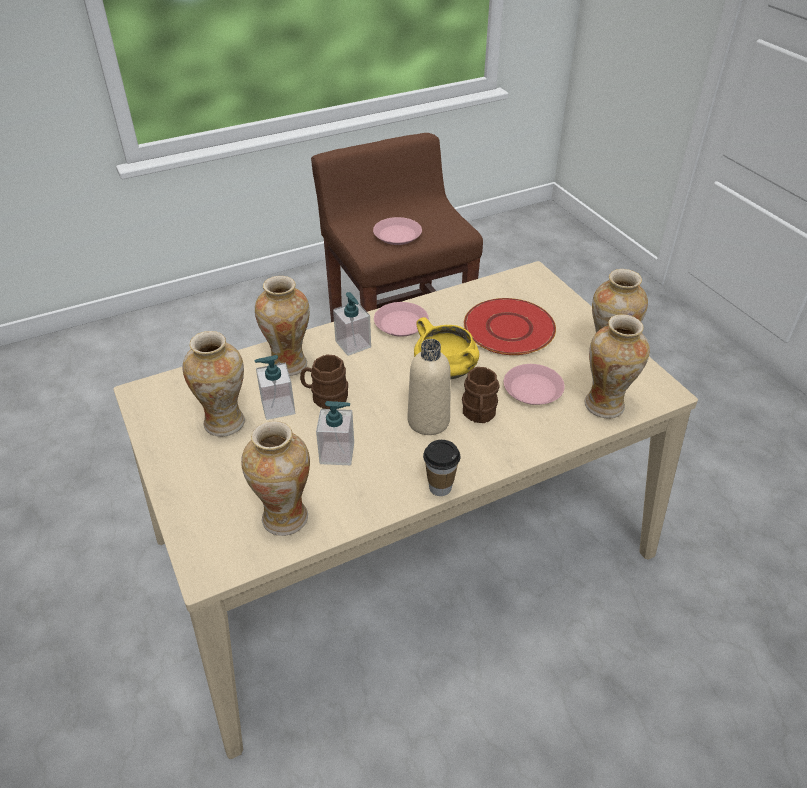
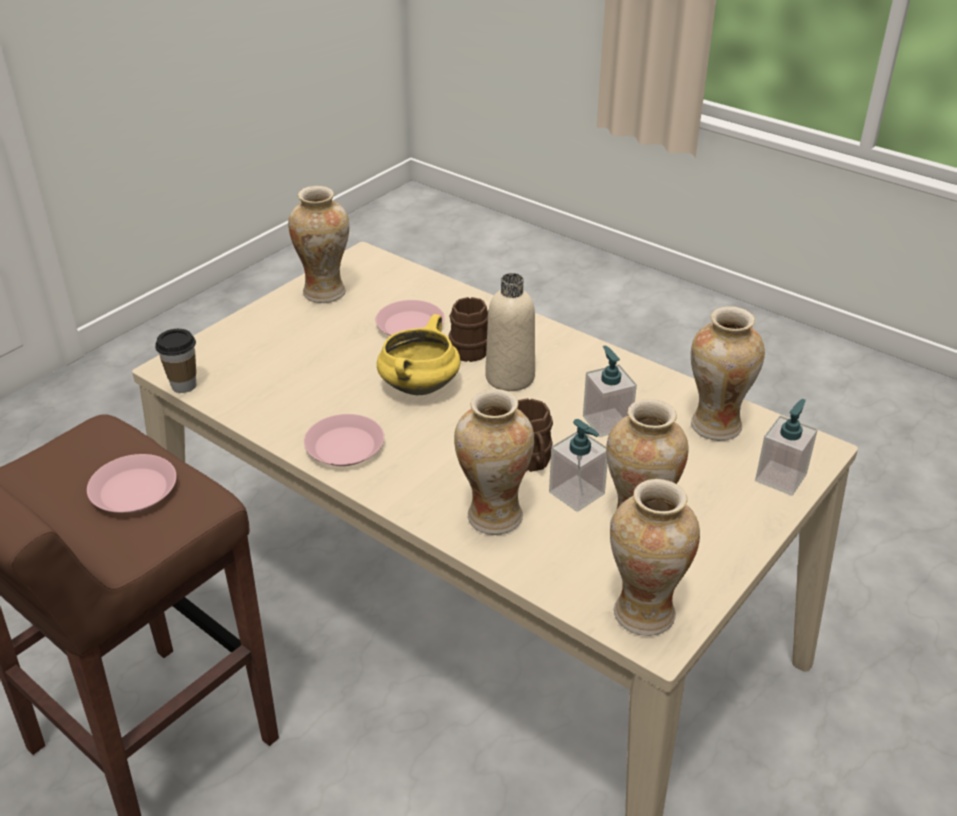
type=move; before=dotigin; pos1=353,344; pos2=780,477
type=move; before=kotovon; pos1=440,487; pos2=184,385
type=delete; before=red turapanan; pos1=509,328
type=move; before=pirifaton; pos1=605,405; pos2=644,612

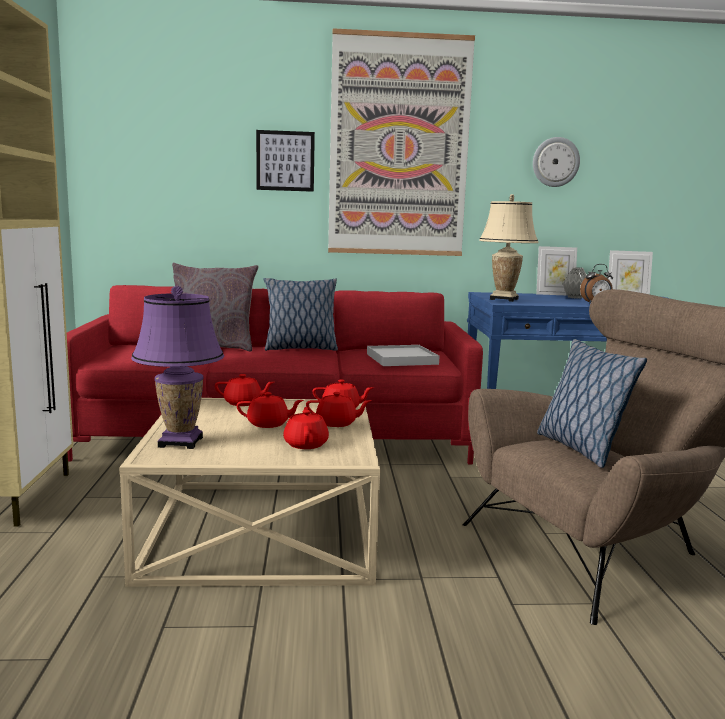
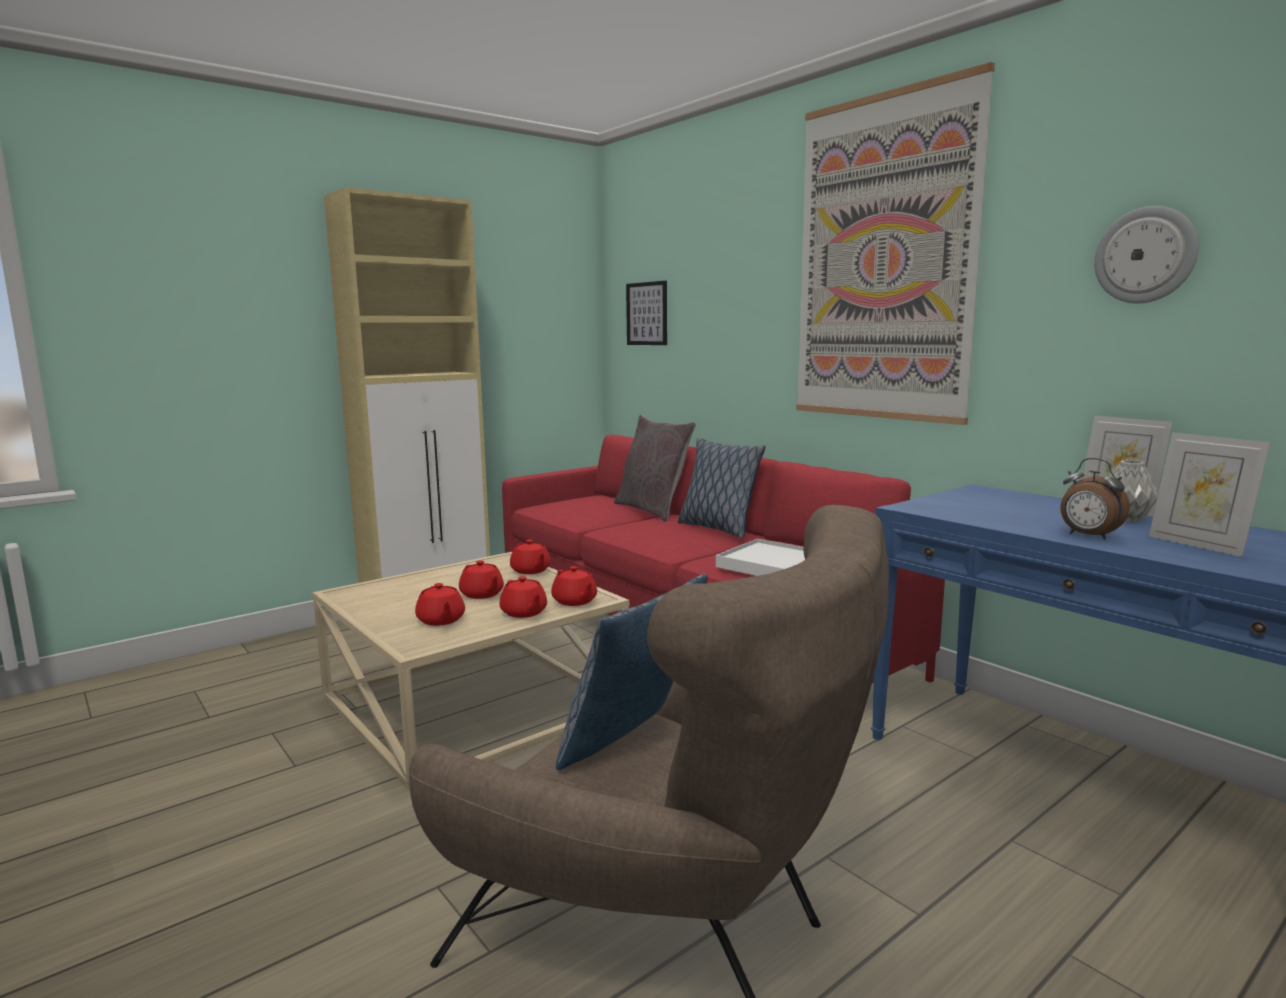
type=delete; before=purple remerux; pos1=181,442
type=move; before=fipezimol; pos1=285,161; pos2=647,313
type=rotate; before=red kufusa; pos1=306,444; pos2=441,620; turn=105
type=delete; before=beige remerux; pos1=504,299

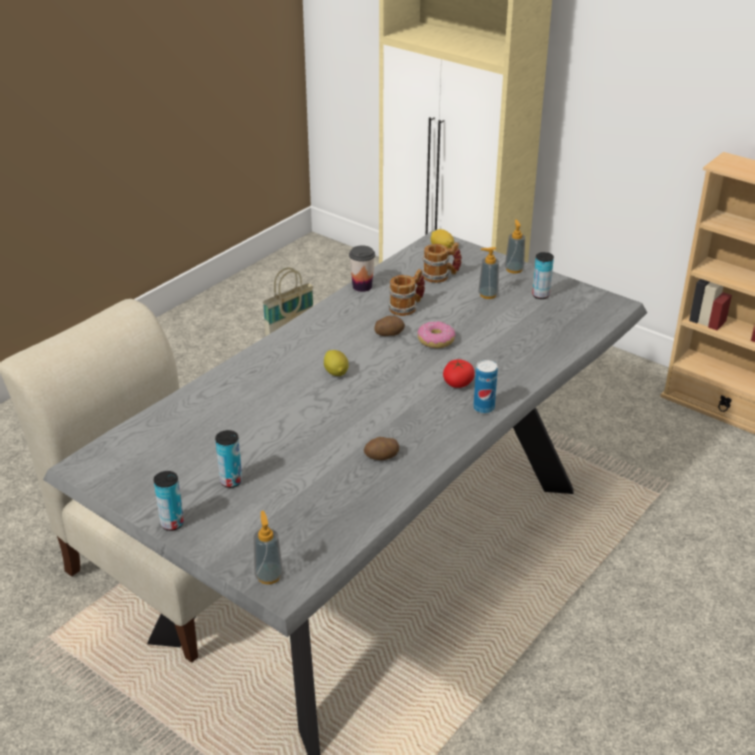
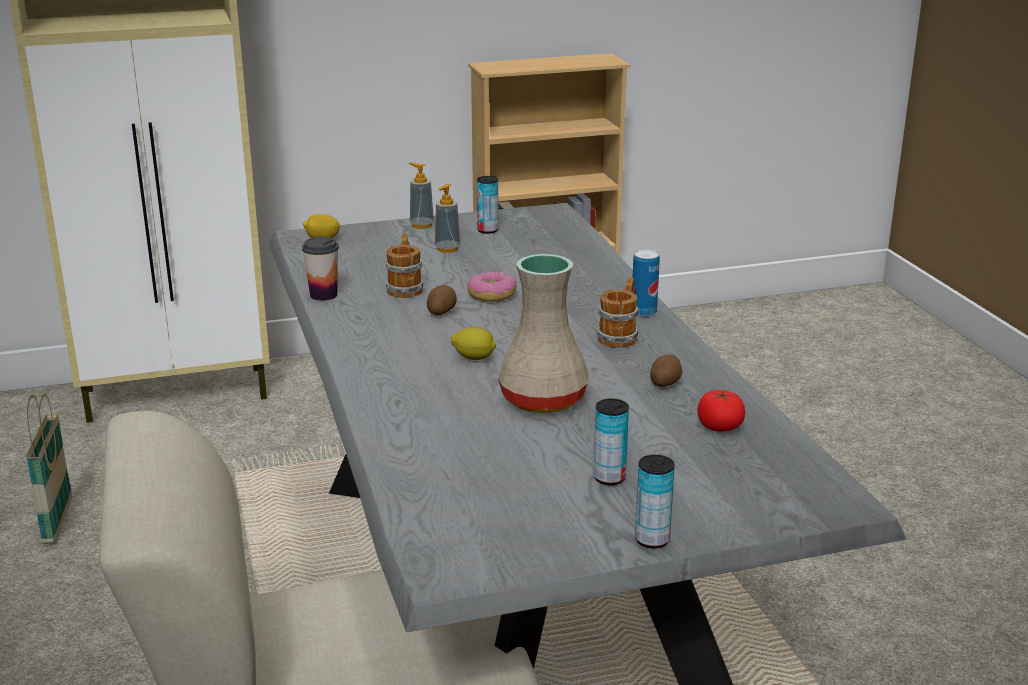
type=delete; before=dotigin; pos1=269,575
type=move; before=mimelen; pos1=441,276; pos2=620,336
type=move; before=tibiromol; pos1=458,383; pos2=719,426
type=insert; after=beige pirifaton; pos2=545,399

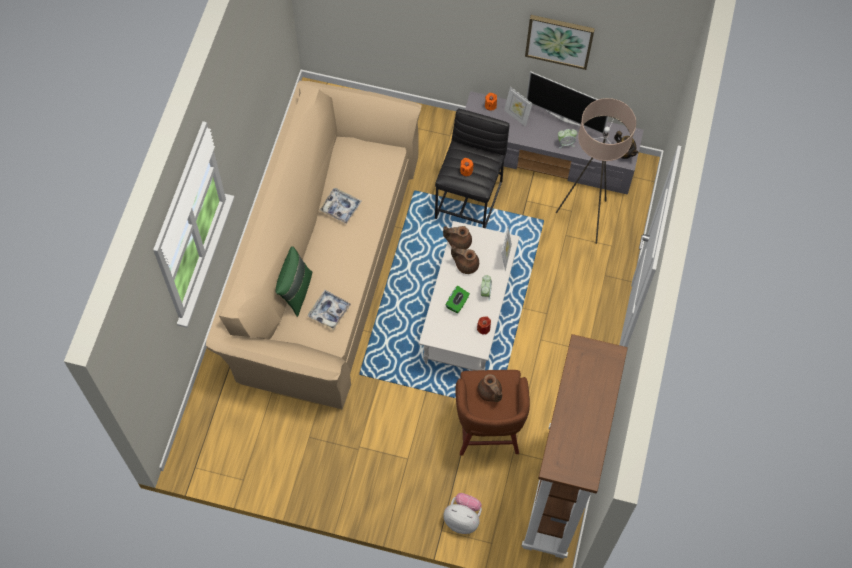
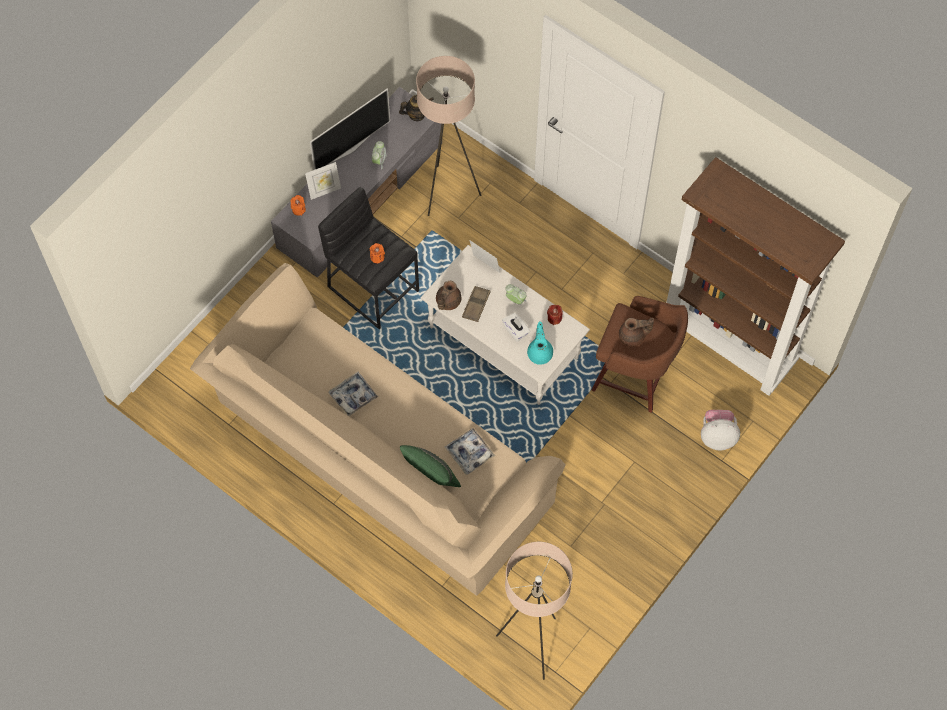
type=rotate; before=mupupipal; pos1=462,518; pos2=717,436; turn=45
type=recolor; before=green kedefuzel; after=white kedefuzel; pos1=457,303; pos2=516,331
type=replace; before=brown kufusa; after=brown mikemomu; pos1=466,264; pos2=476,305
type=delete; before=fipezimol; pos1=559,40
type=insert; after=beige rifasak; pos2=531,644
type=insert; after=turquoise kufusa; pos2=540,352

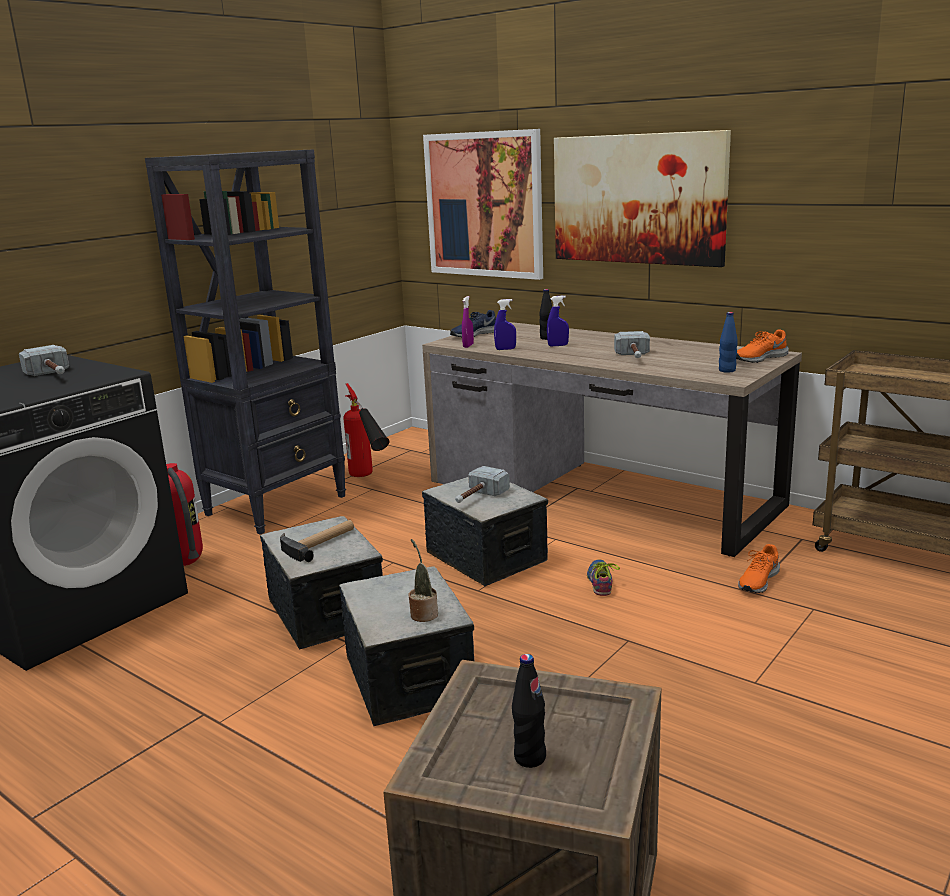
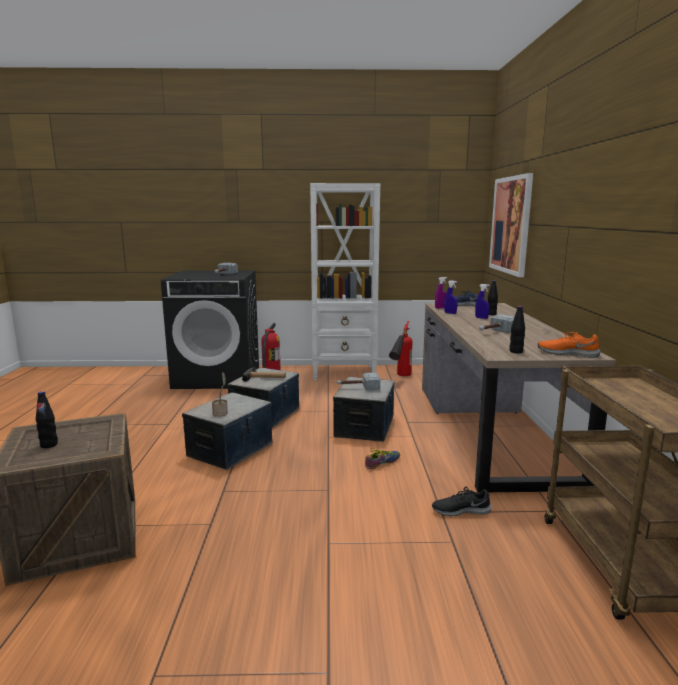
type=recolor; before=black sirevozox; after=white sirevozox; pos1=277,505; pos2=344,373
type=delete; before=fipezimol; pos1=637,199
type=recolor; before=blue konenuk; after=black konenuk; pos1=727,370; pos2=516,351
type=recolor; before=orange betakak; after=black betakak; pos1=758,580; pos2=460,510

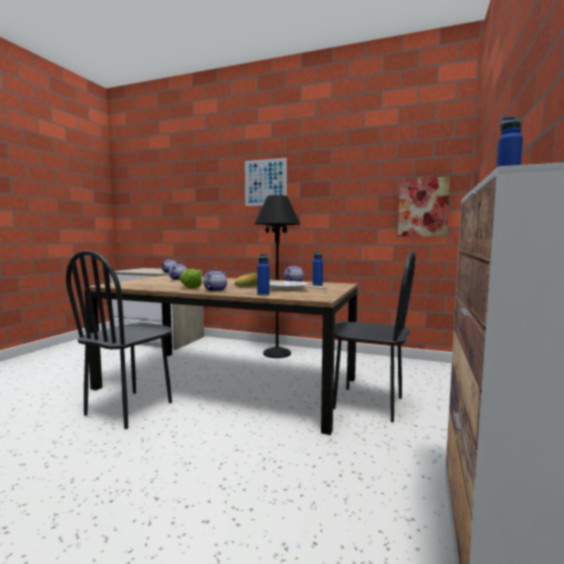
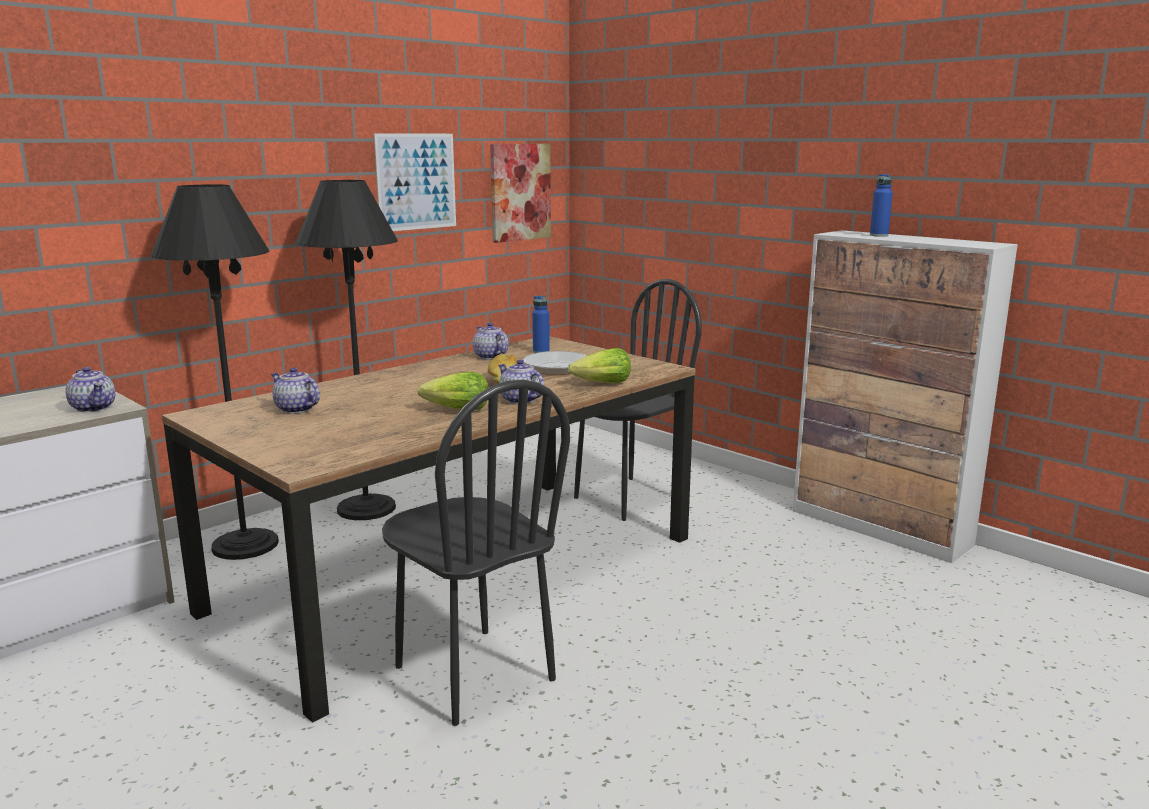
type=move; before=fipezimol; pos1=265,182; pos2=416,181
type=replace; before=blue konenuk; after=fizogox; pos1=263,294; pos2=603,384
type=insert; after=black rifasak; pos2=245,545

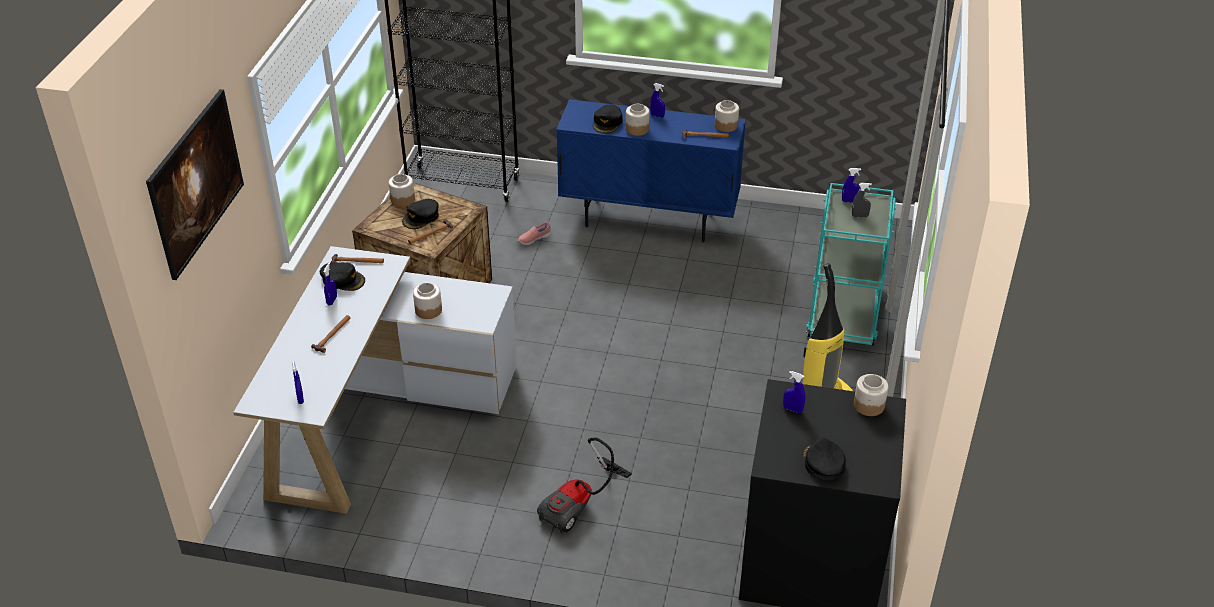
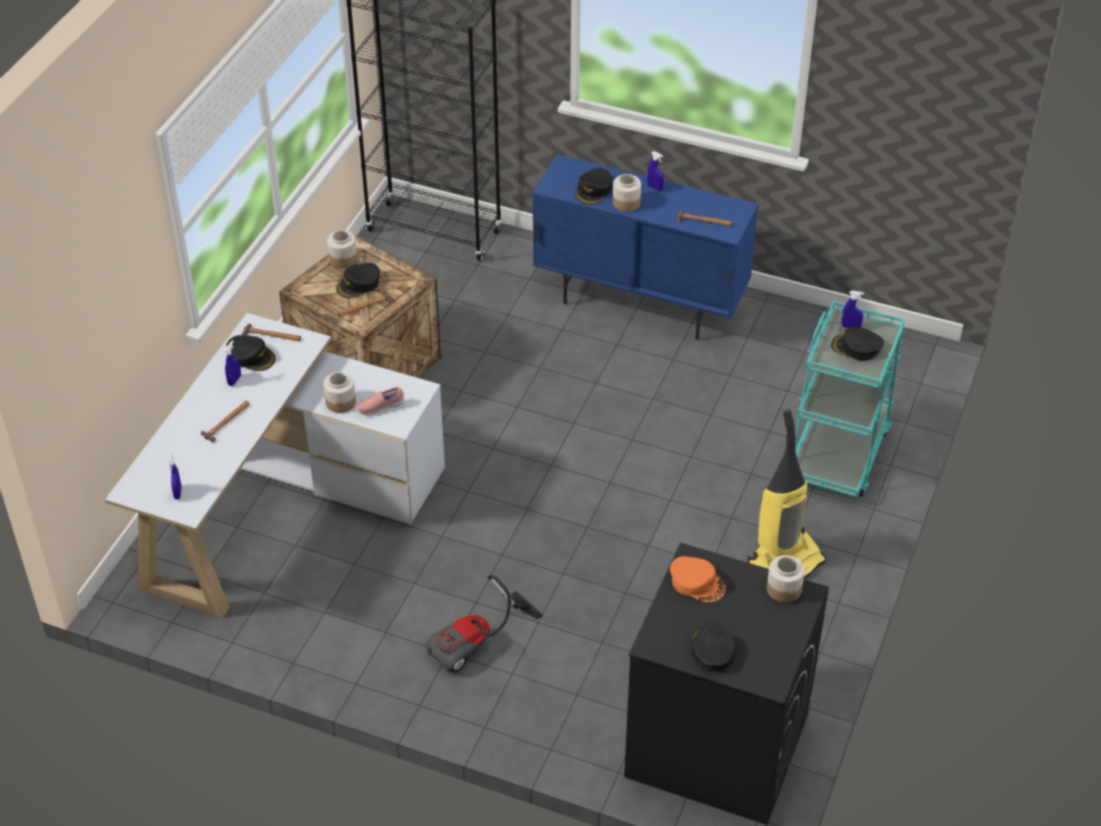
type=delete; before=fipezimol; pos1=202,206
type=move; before=pink betakak; pos1=534,239; pos2=380,407
type=delete; before=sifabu; pos1=726,125
type=replace; before=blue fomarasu; after=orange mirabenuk; pos1=792,409; pos2=697,582
type=replace; before=grey fomarasu; after=black mirabenuk; pos1=859,216; pos2=856,348

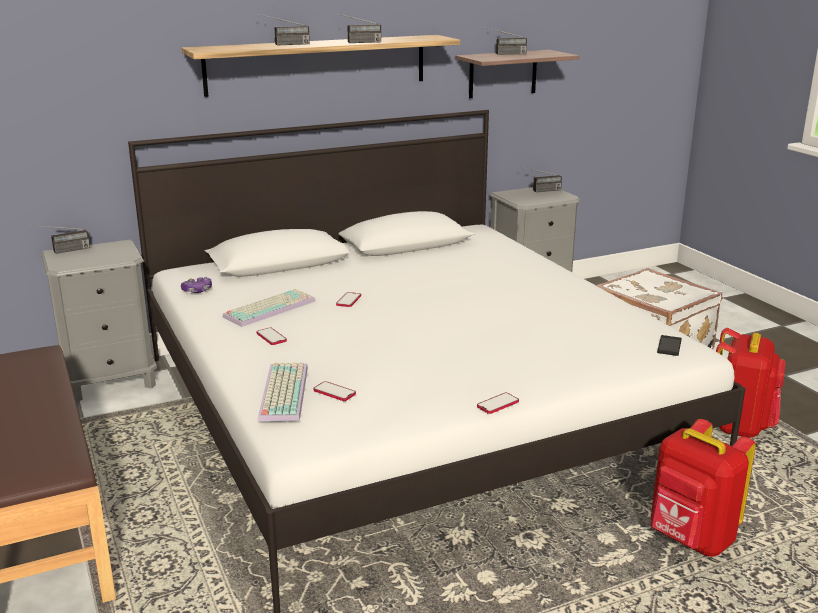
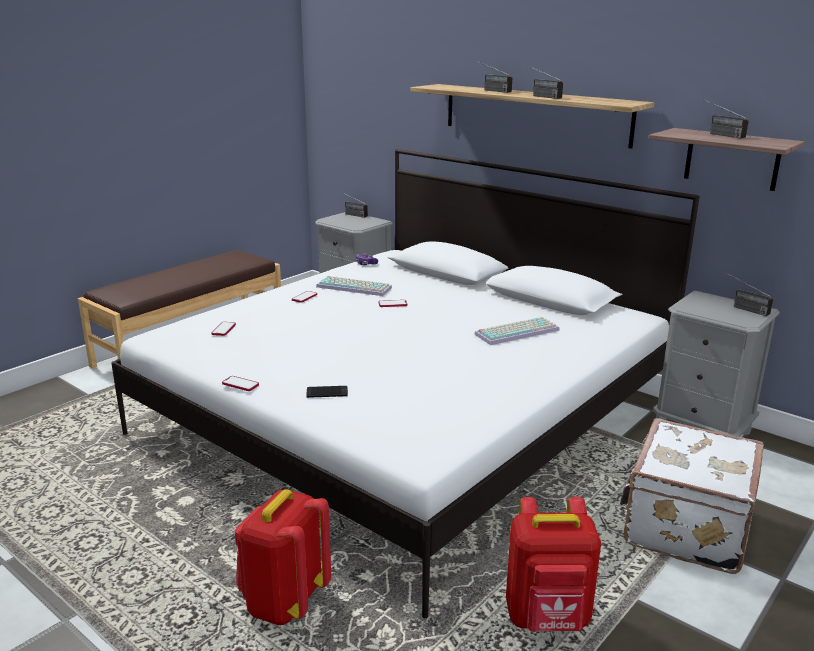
type=move; before=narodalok; pos1=282,392; pos2=517,331
type=move; before=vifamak; pos1=669,346; pos2=327,392

